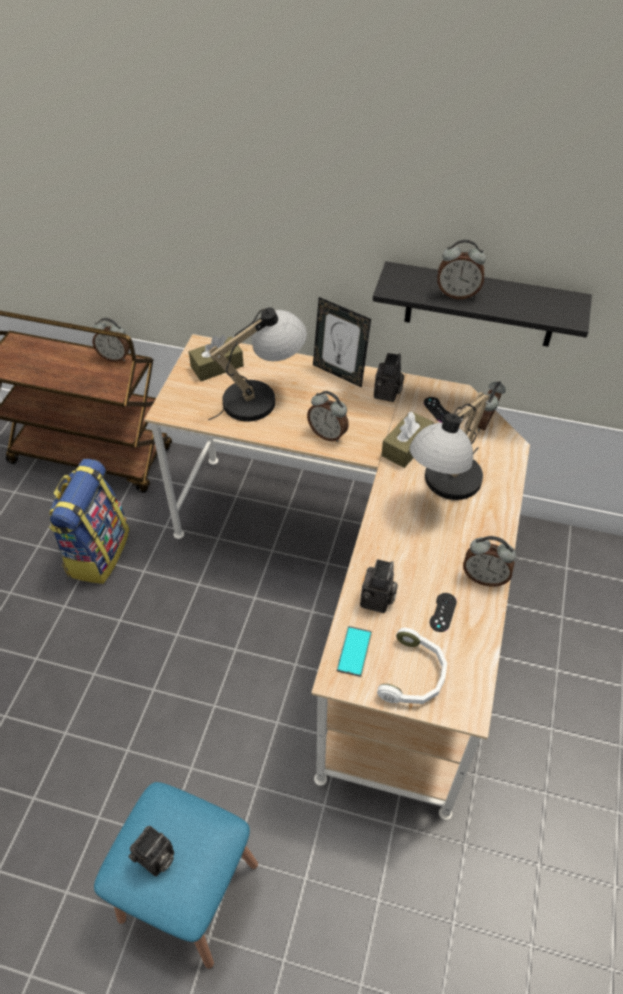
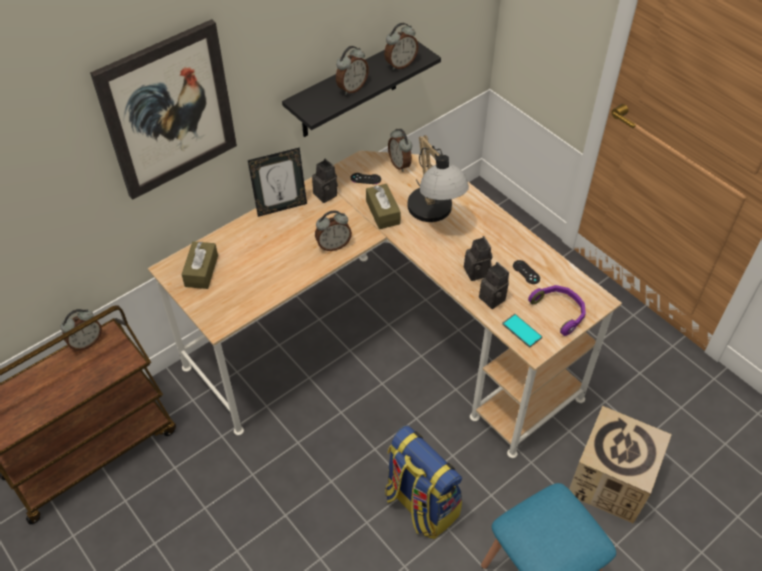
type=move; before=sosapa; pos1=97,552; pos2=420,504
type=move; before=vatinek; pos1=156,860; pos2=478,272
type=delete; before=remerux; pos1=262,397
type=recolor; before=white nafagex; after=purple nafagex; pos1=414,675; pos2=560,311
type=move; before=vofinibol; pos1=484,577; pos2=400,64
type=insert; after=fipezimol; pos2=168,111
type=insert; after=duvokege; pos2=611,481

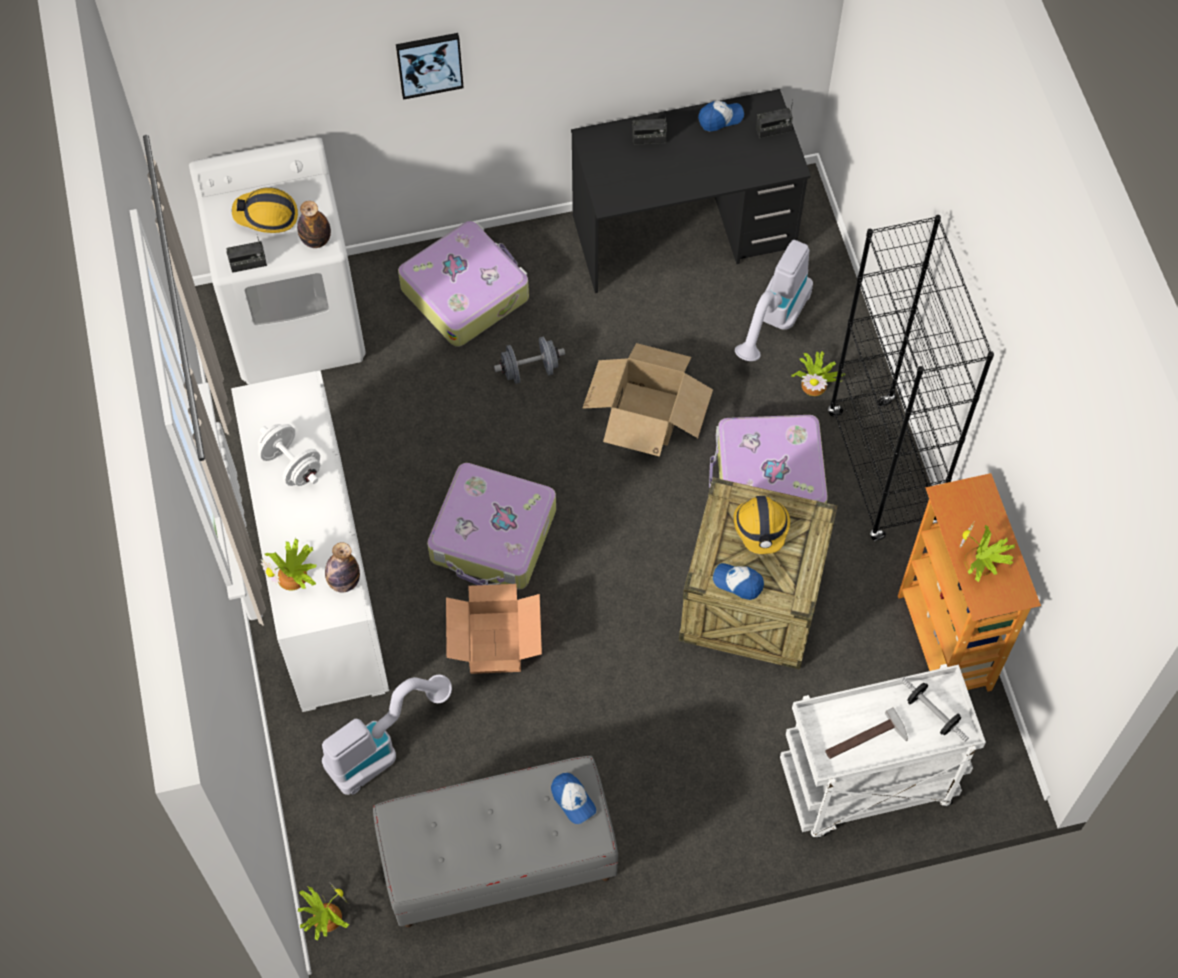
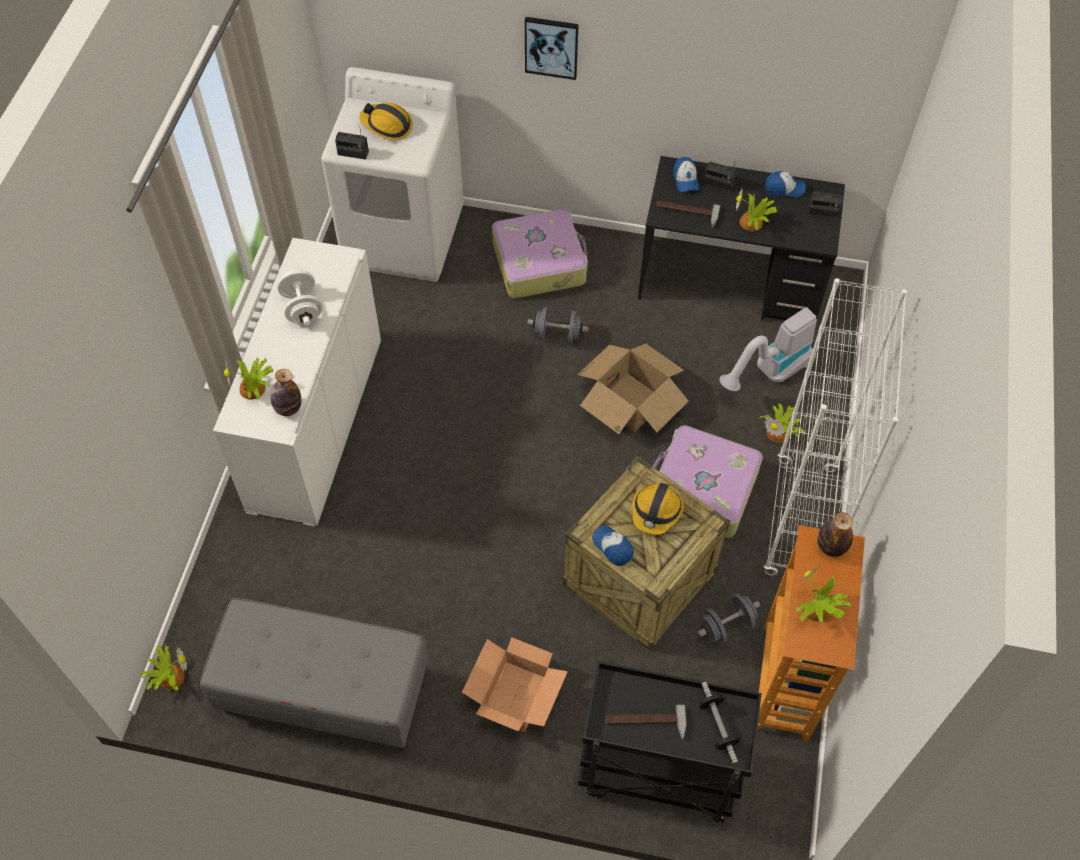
type=move; before=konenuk; pos1=316,240; pos2=831,547
type=delete; before=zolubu; pos1=381,747
type=delete; before=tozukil; pos1=493,536
type=move; before=duvokege; pos1=494,643; pos2=514,696
type=move; before=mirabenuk; pos1=573,800; pos2=685,180
type=recolor; before=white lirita; after=black lirita; pos1=866,786; pos2=656,772
type=recolor; before=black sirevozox; after=white sirevozox; pos1=881,471; pos2=800,521
type=insert; after=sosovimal; pos2=686,213
type=insert; after=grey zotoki; pos2=726,626
type=insert; after=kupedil; pos2=752,223

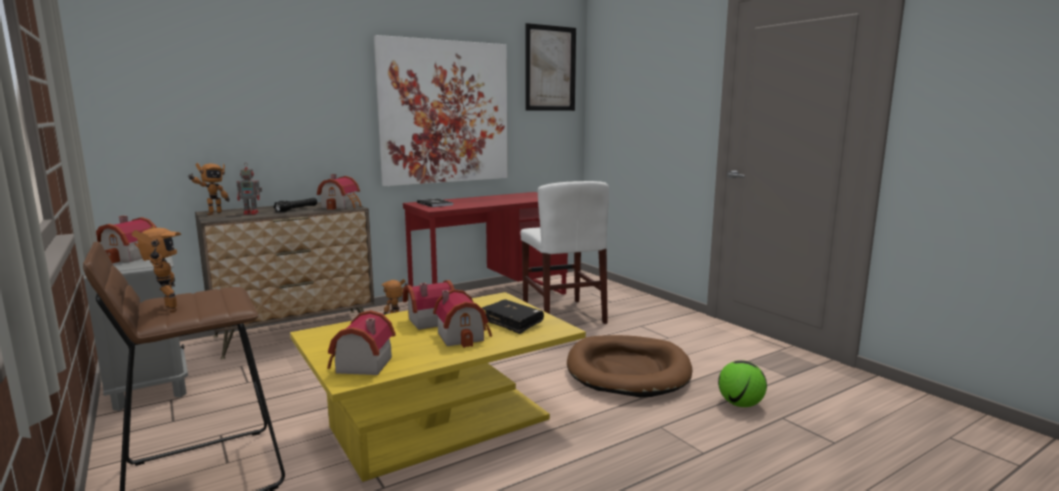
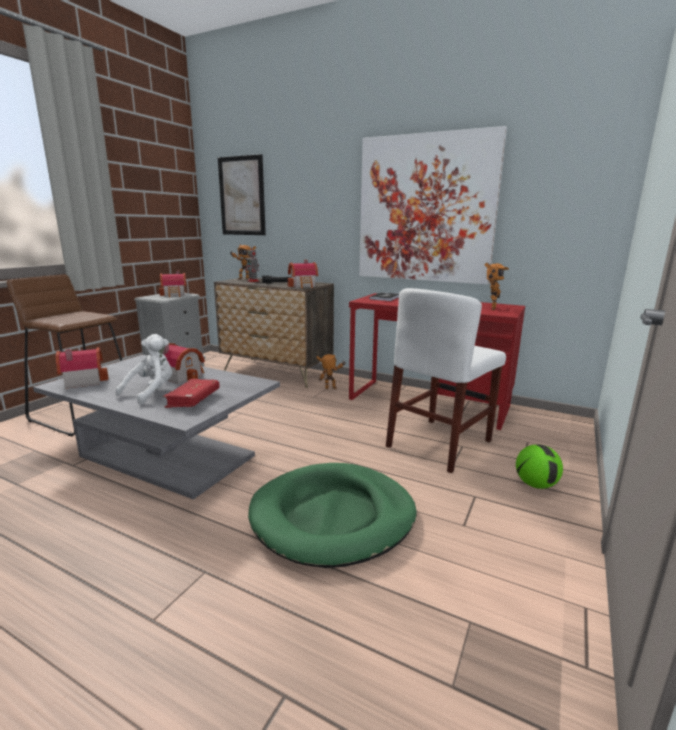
type=move; before=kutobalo; pos1=166,310; pos2=490,308
type=recolor; before=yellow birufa; after=grey birufa; pos1=441,423; pos2=167,456
type=replace; before=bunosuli; after=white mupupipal; pos1=463,336; pos2=151,392
type=recolor; before=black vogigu; after=red vogigu; pos1=512,322; pos2=193,400
type=move; before=fipezimol; pos1=550,68; pos2=242,196
type=recolor; before=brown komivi; after=green komivi; pos1=628,370; pos2=333,517
type=move; before=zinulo; pos1=740,404; pos2=535,485

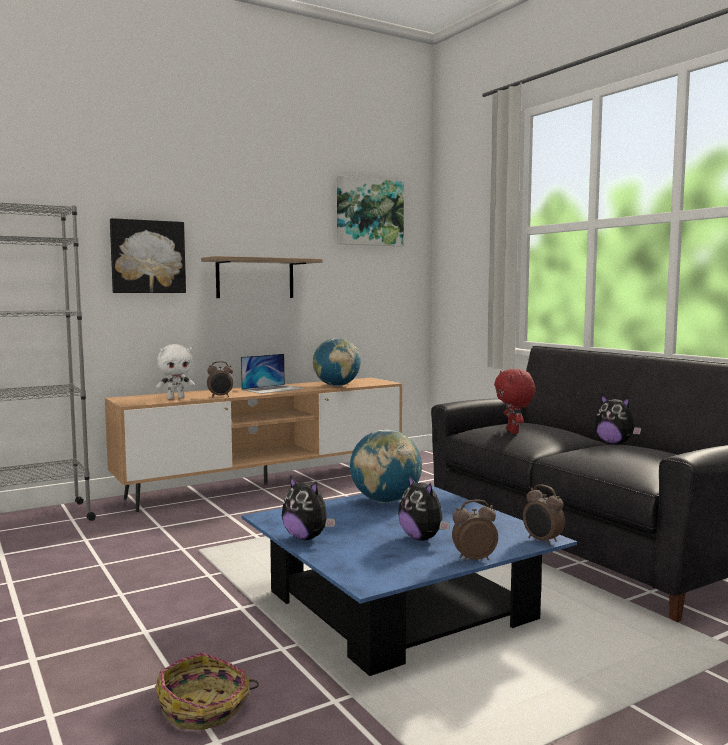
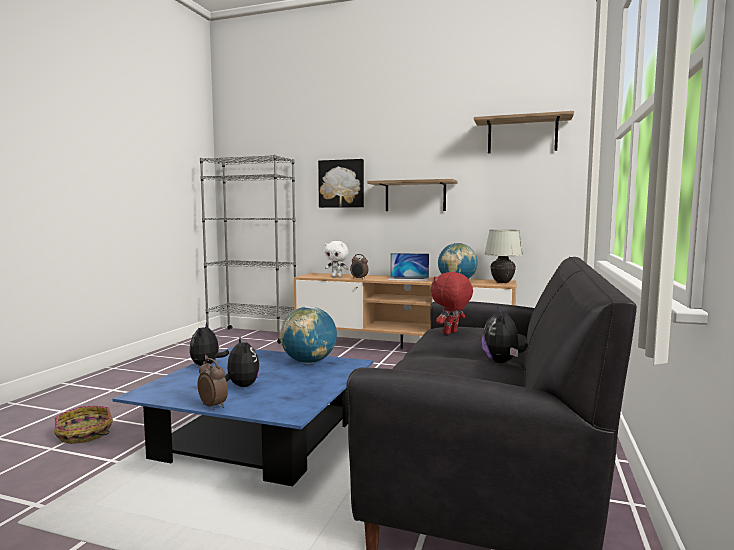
type=replace; before=fipezimol; after=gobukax; pos1=369,212; pos2=522,136
type=rotate; before=mupupipal; pos1=422,538; pos2=241,386; turn=135
type=delete; before=vofinibol; pos1=542,541
type=insert; after=white remerux; pos2=502,283

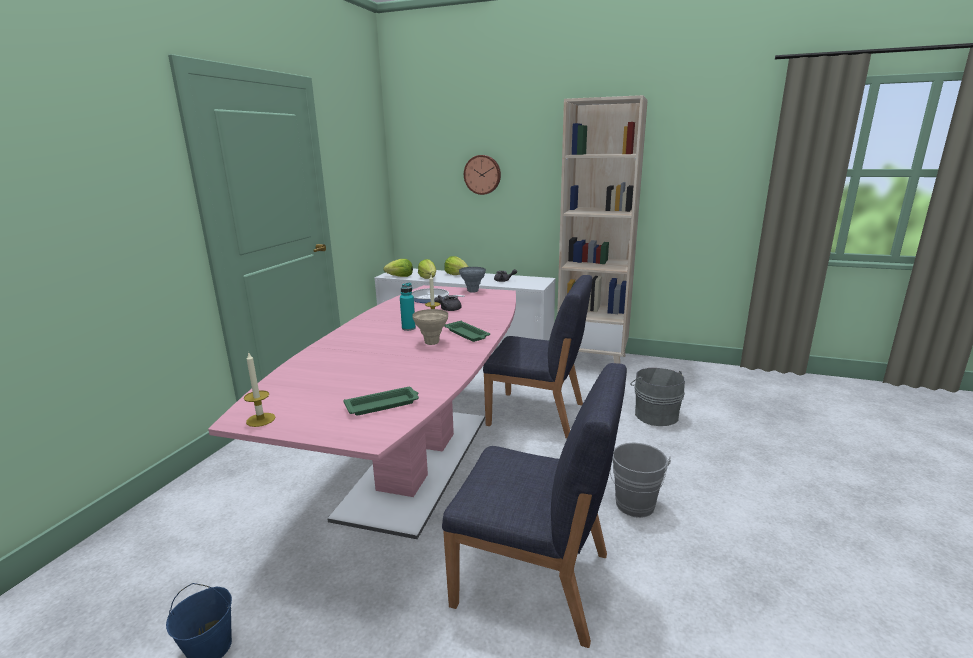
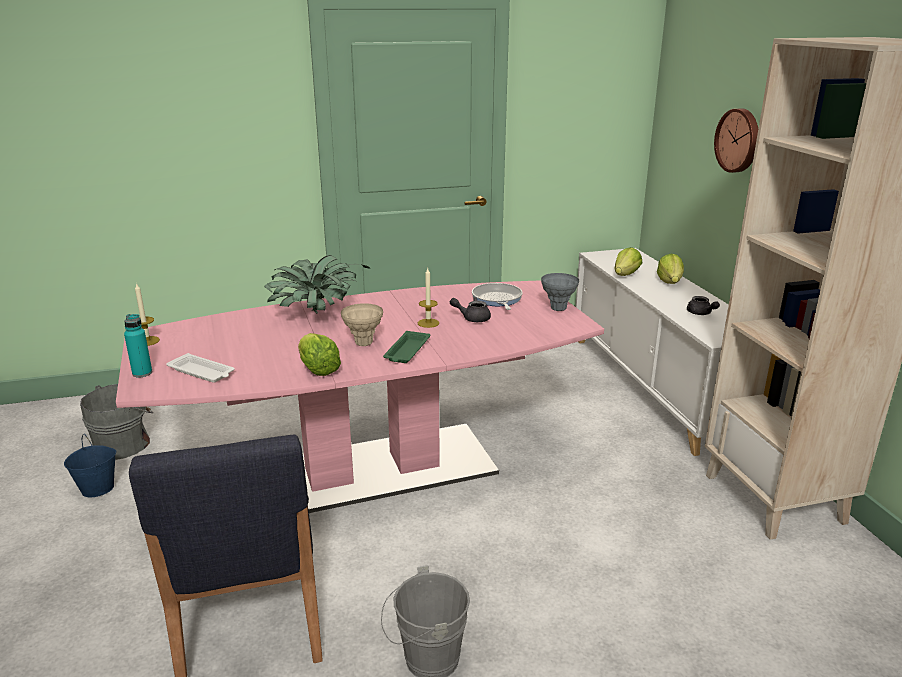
type=recolor; before=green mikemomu; after=white mikemomu; pos1=383,405; pos2=202,372
type=move; before=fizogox; pos1=400,276; pos2=318,369
type=move; before=turquoise konenuk; pos1=408,328; pos2=142,373
type=delete; before=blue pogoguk; pos1=537,414
type=move; before=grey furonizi; pos1=655,415; pos2=125,444
type=insert; after=kupedil; pos2=316,315

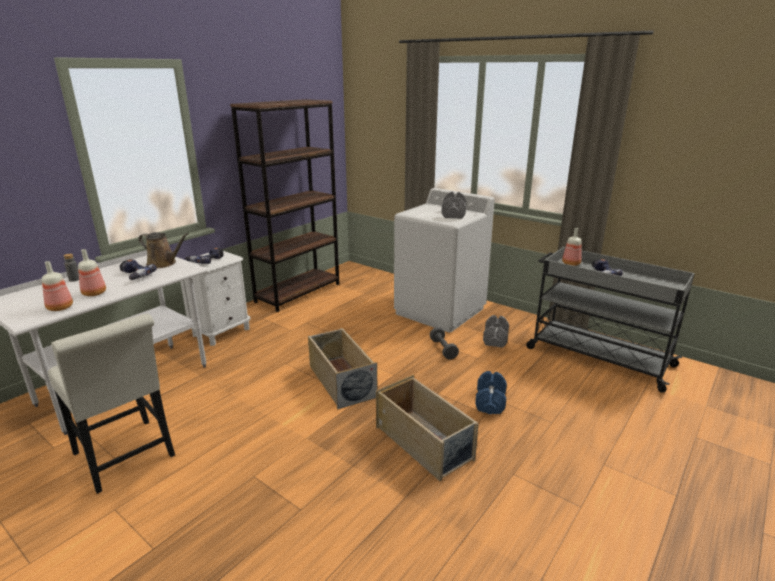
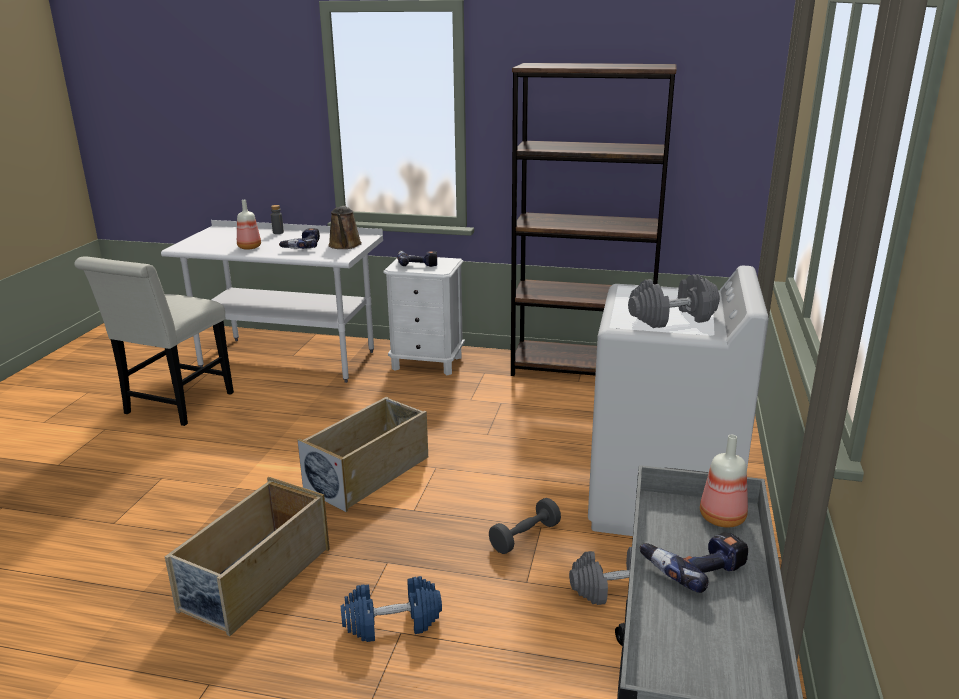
type=delete; before=konenuk; pos1=60,308

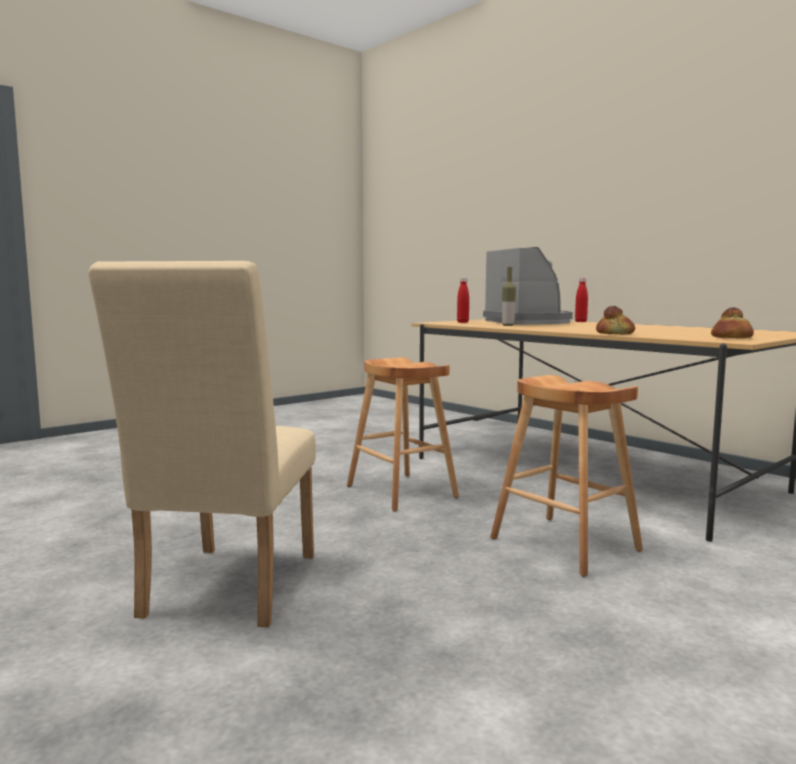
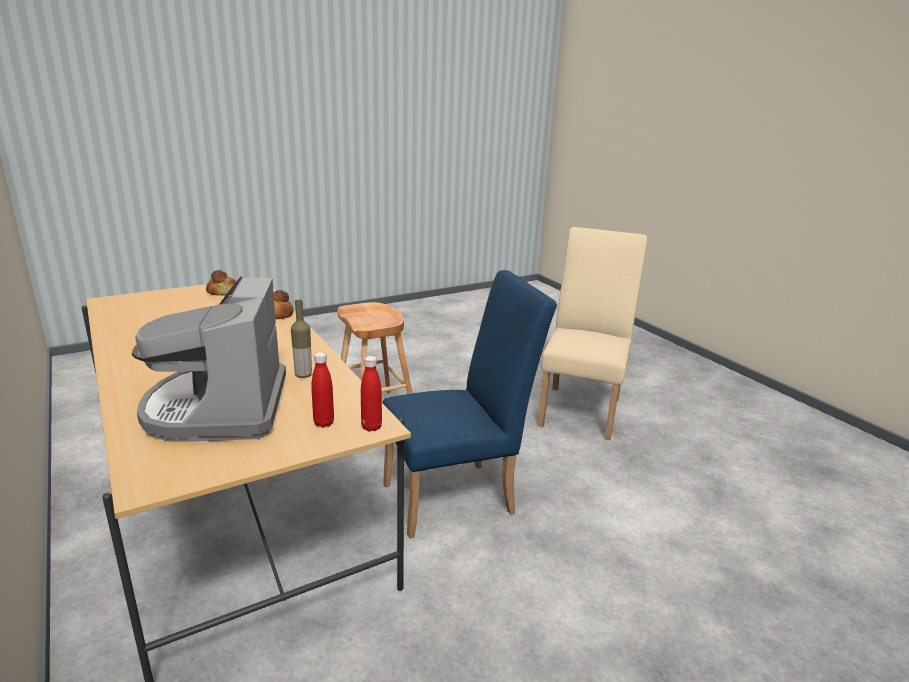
type=replace; before=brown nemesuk; after=blue pogoguk; pos1=401,492; pos2=458,496
type=move; before=red konenuk; pos1=580,321; pos2=371,427

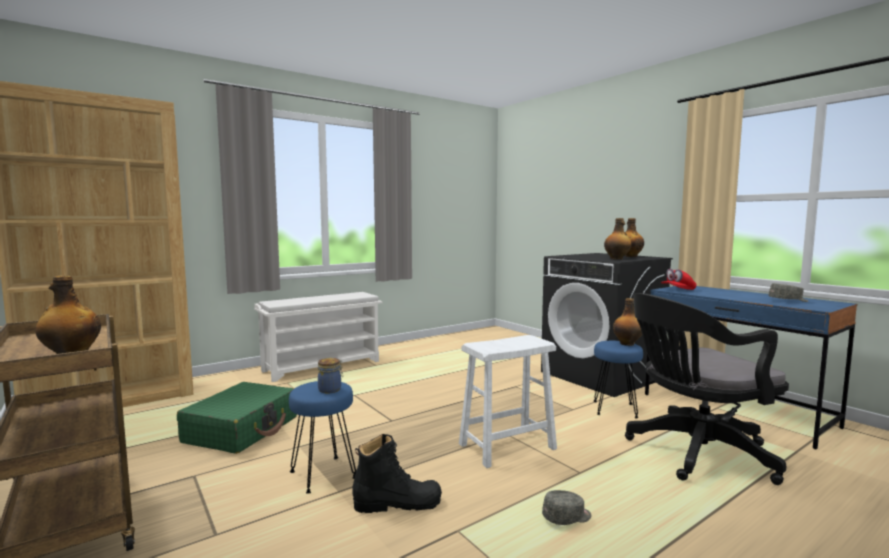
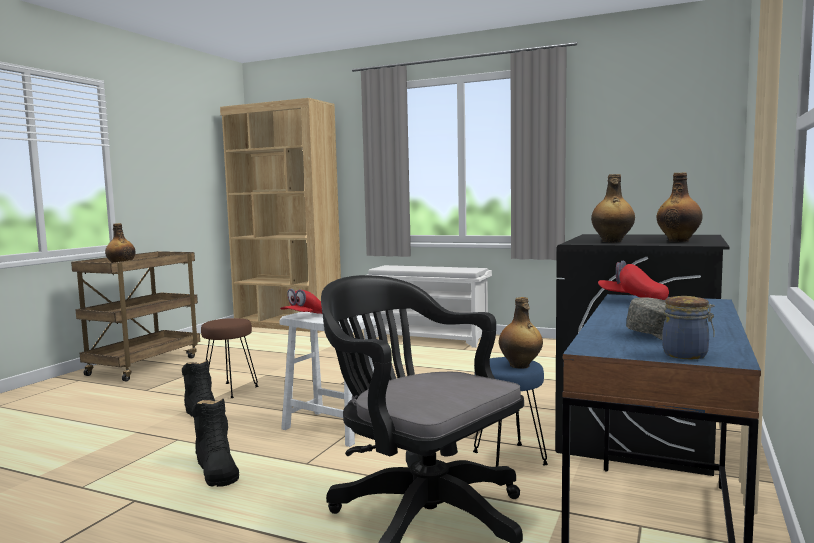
type=delete; before=green tozukil; pos1=242,430
type=recolor; before=blue nemesuk; after=brown nemesuk; pos1=324,474; pos2=230,390
type=move; before=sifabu; pos1=331,390; pos2=687,355
type=replace; before=grey mirabenuk; after=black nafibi; pos1=567,517; pos2=216,470
type=insert; after=red mirabenuk; pos2=304,316

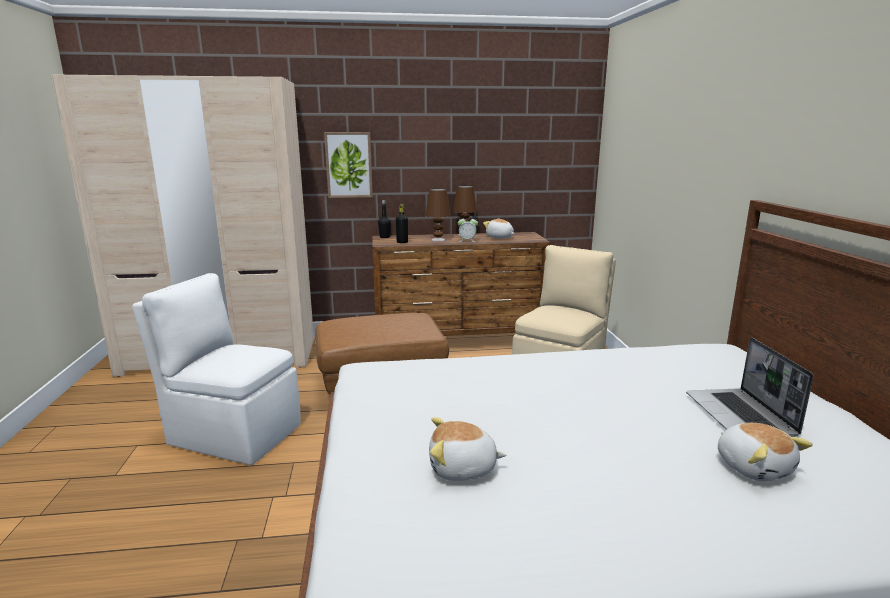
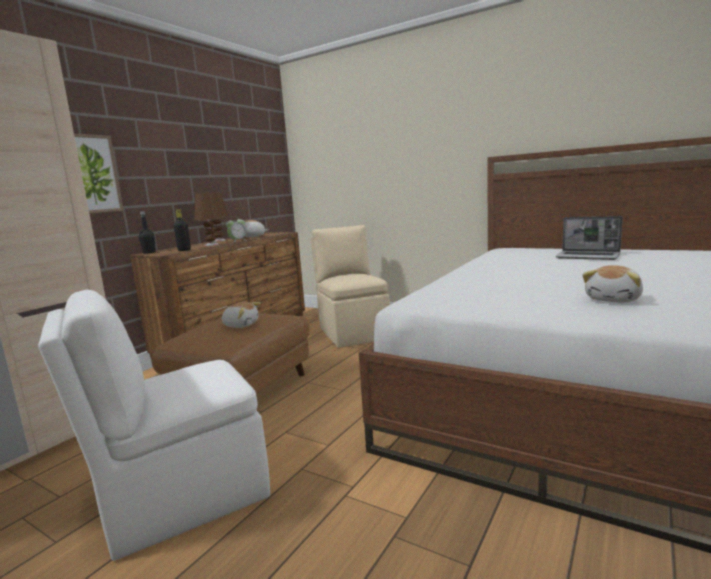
type=move; before=mupupipal; pos1=754,467; pos2=241,325

